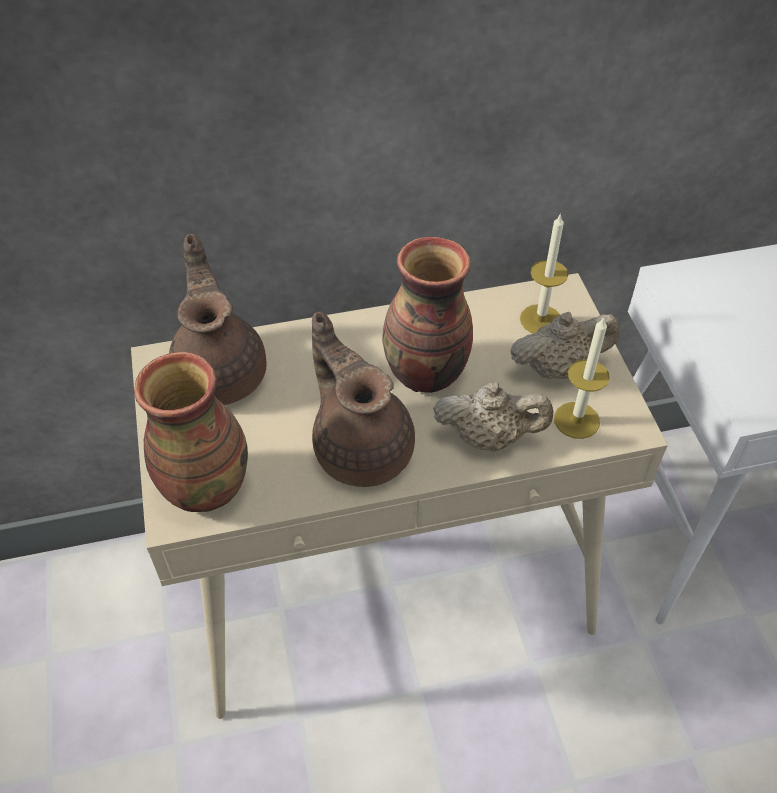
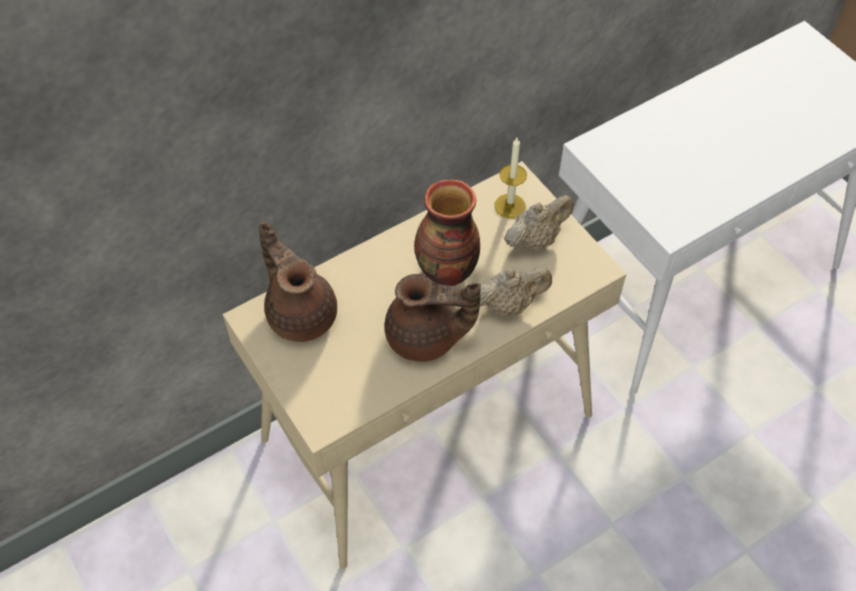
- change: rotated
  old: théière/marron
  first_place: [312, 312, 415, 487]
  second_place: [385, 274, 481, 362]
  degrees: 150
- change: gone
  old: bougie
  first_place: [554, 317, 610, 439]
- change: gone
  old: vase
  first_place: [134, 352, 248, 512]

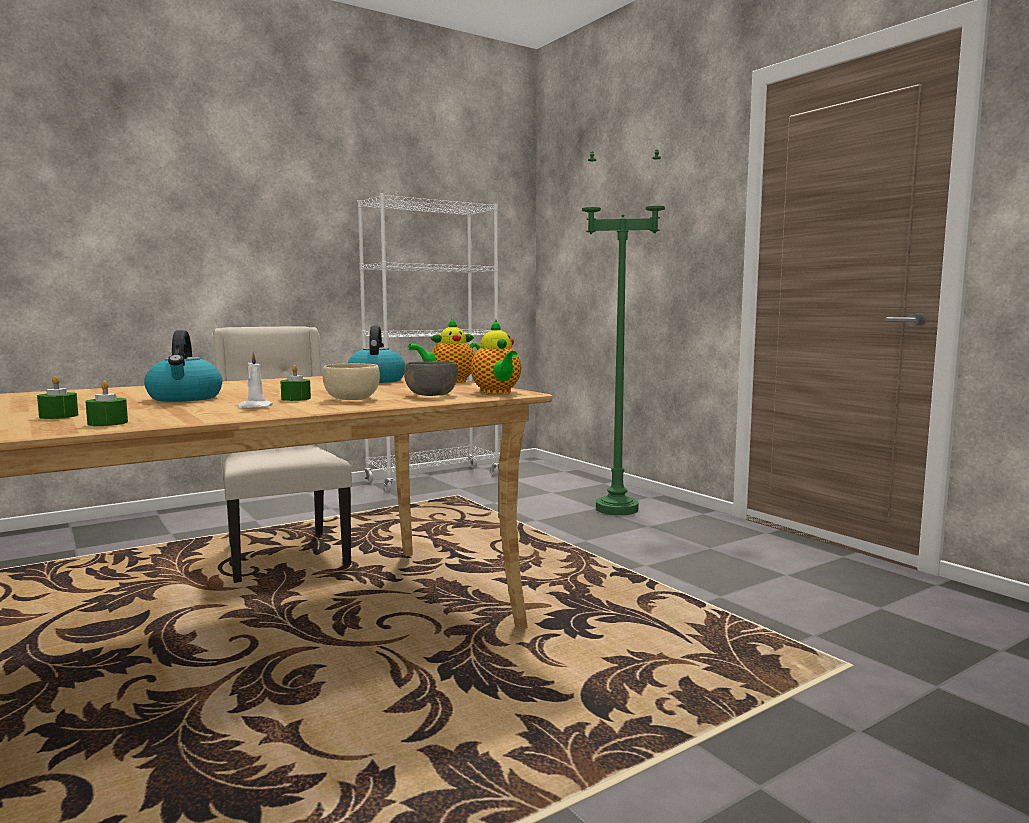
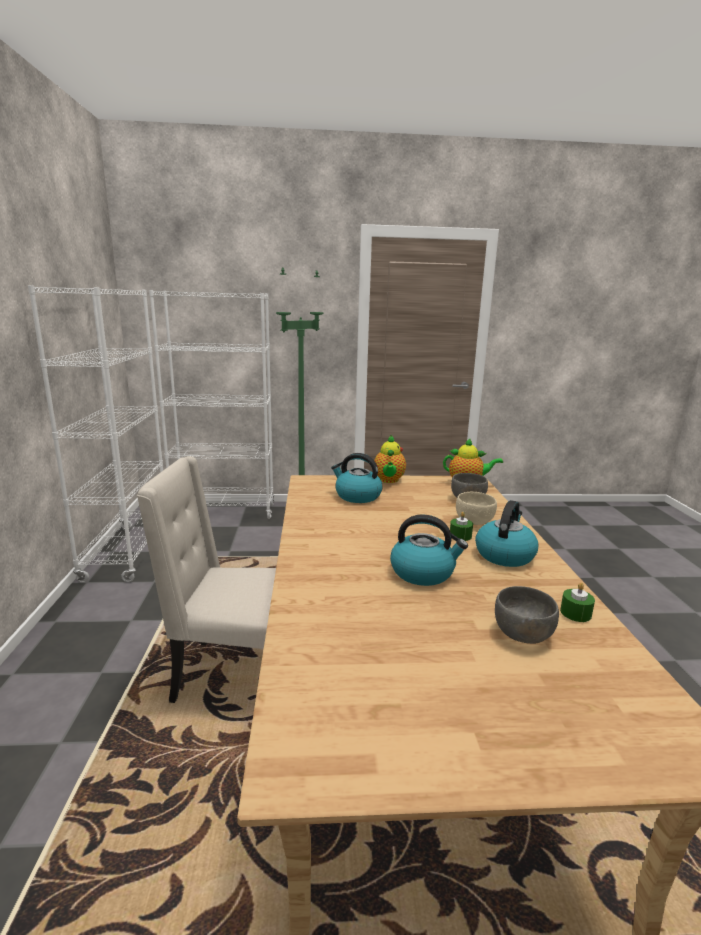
- change: swapped
  old: bougie/blanc
  new: bouilloire
  first_place: [237, 352, 273, 408]
  second_place: [475, 500, 539, 567]
- change: swapped
  old: bougie/vert
  new: bol/gris
  first_place: [37, 376, 78, 419]
  second_place: [495, 586, 559, 644]
- change: new
  new: bibliothèque/blanc
  second_place: [149, 290, 274, 519]

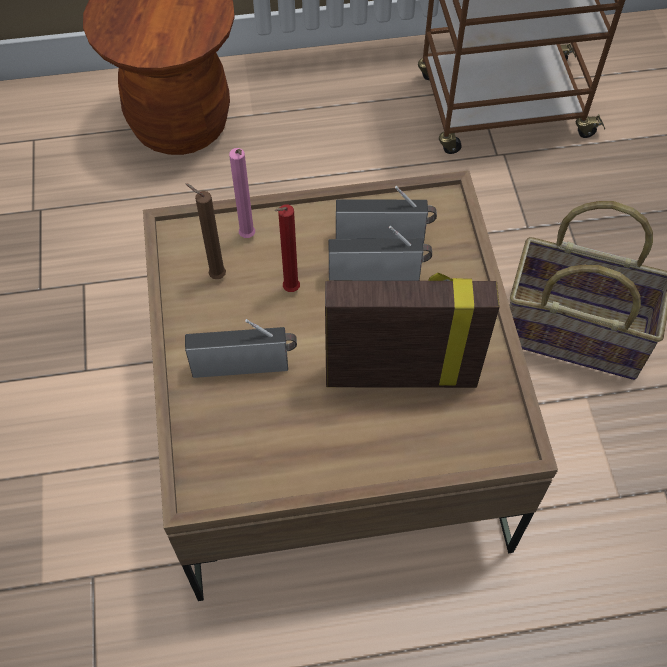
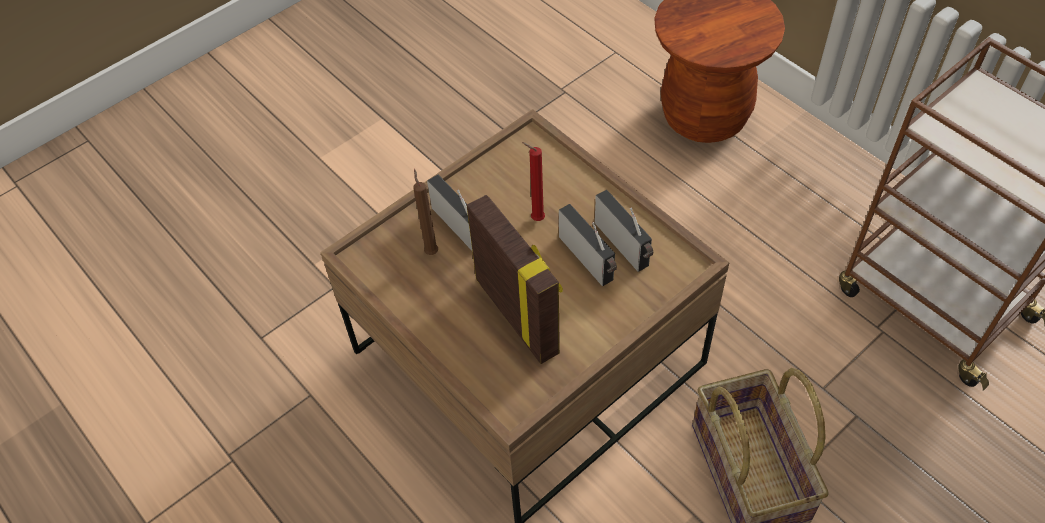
- change: gone
  old: bougie/rose
  first_place: [229, 148, 255, 238]
- change: shifted
  old: bougie/marron
  first_place: [185, 183, 226, 279]
  second_place: [413, 169, 438, 255]

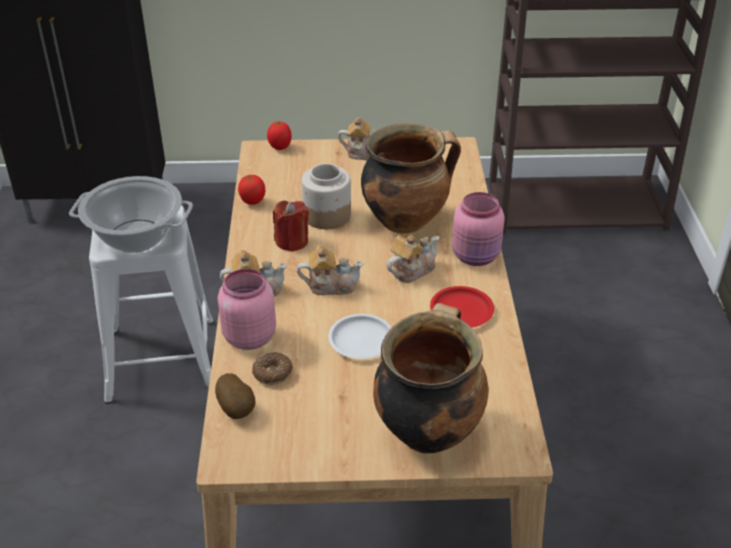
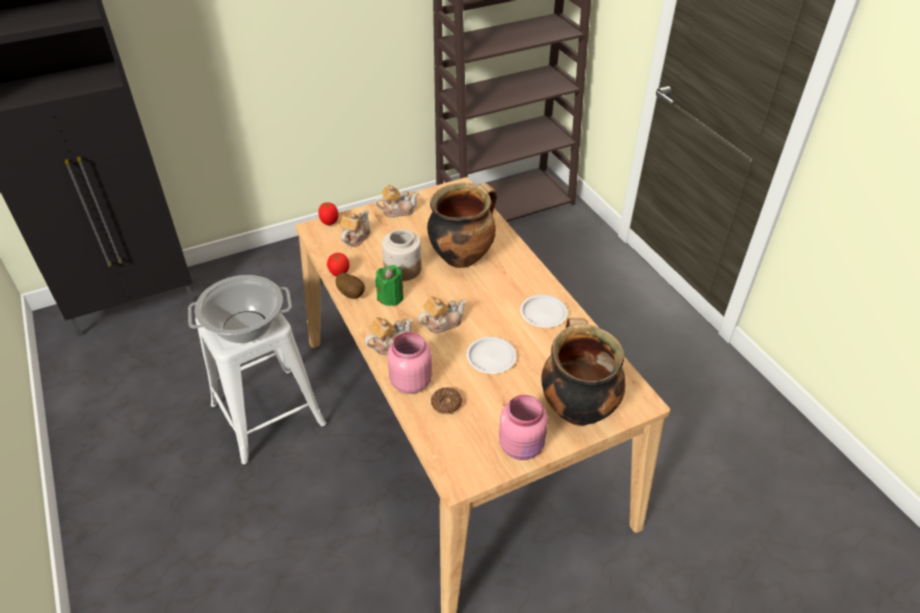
- change: shifted
  old: bocal/rose
  first_place: [452, 192, 505, 266]
  second_place: [499, 395, 548, 460]
- change: repainted
  old: bougie/rouge
  new: bougie/vert
  first_place: [273, 201, 309, 252]
  second_place: [375, 265, 404, 306]
- change: shifted
  old: théière
  first_place: [387, 235, 439, 283]
  second_place: [340, 210, 371, 247]
- change: repainted
  old: assiette/rouge
  new: assiette/blanc
  first_place: [430, 286, 494, 328]
  second_place: [520, 295, 568, 328]
- change: shifted
  old: pomme de terre
  first_place: [215, 373, 256, 419]
  second_place: [336, 273, 365, 299]

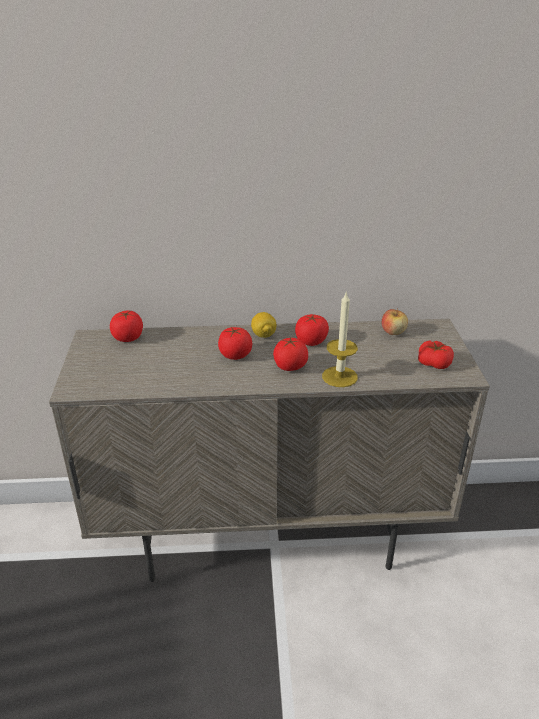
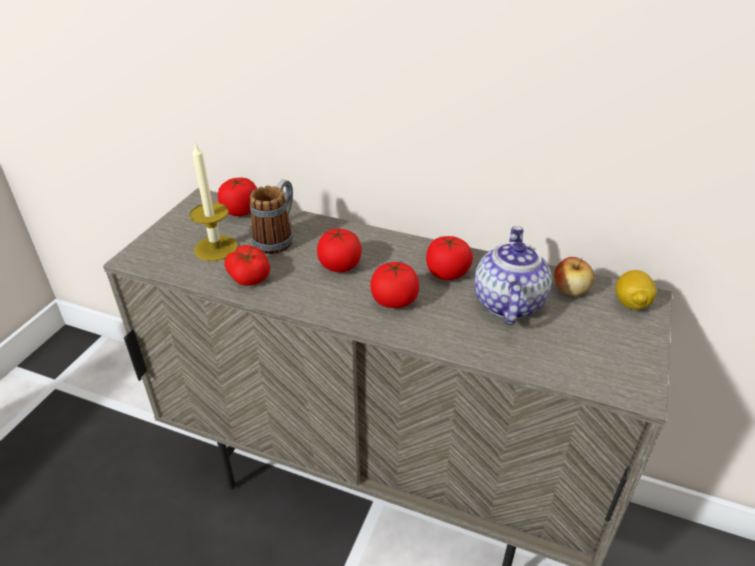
- change: shifted
  old: bougie
  first_place: [322, 291, 358, 387]
  second_place: [190, 142, 238, 261]
- change: shifted
  old: citron
  first_place: [251, 312, 277, 338]
  second_place: [616, 270, 656, 310]
- change: shifted
  old: tomate
  first_place: [418, 340, 454, 369]
  second_place: [225, 245, 270, 286]
- change: new
  new: mug
  second_place: [250, 179, 293, 254]
- change: new
  new: théière
  second_place: [474, 226, 552, 325]

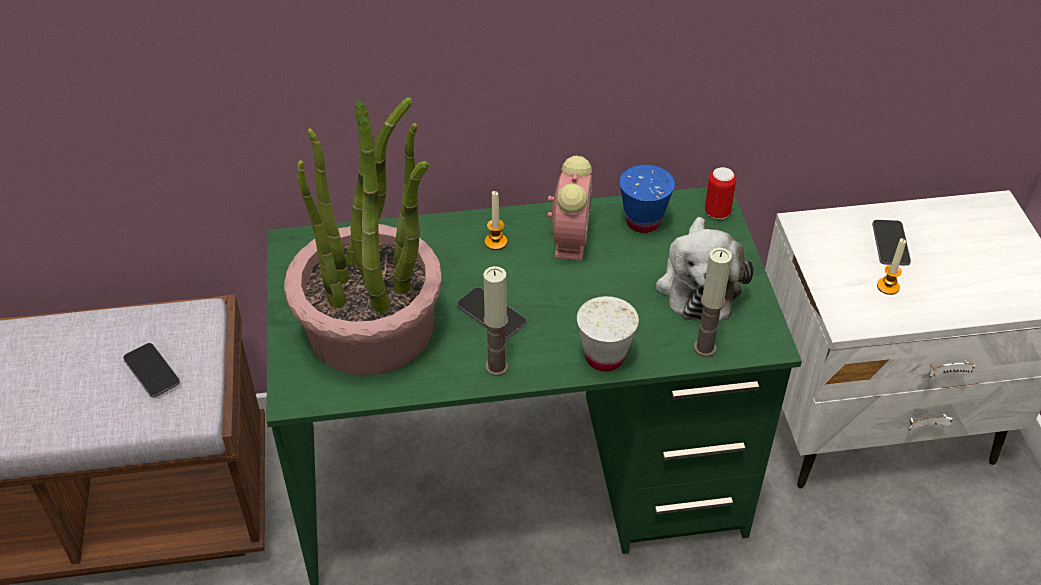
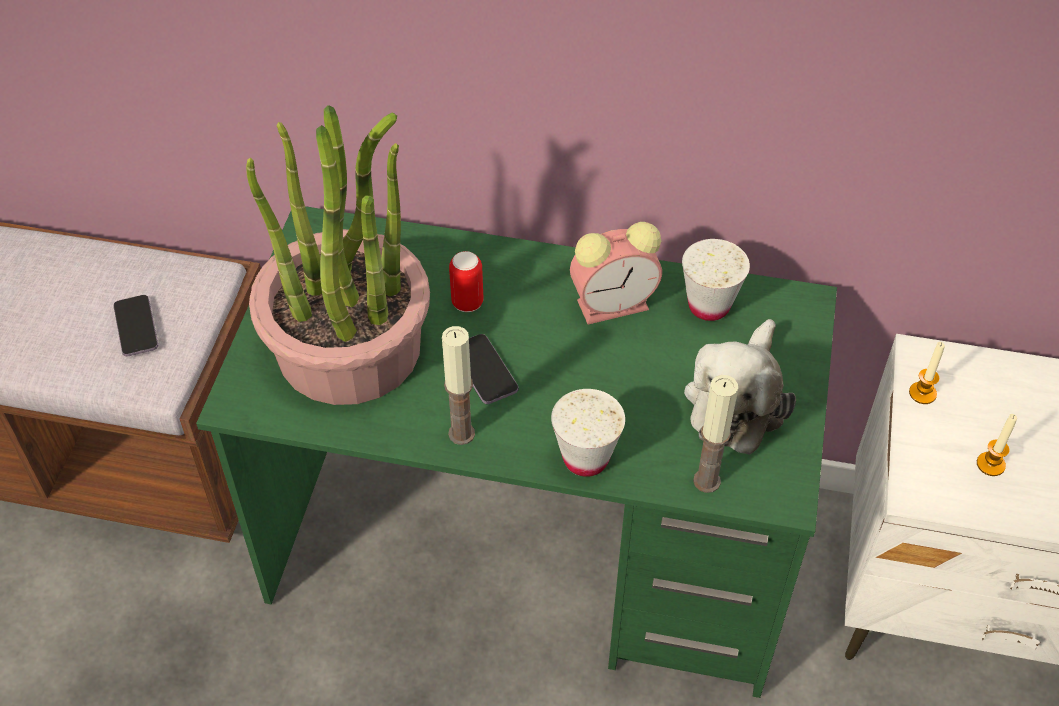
- change: rotated
  old: réveil
  first_place: [548, 156, 592, 261]
  second_place: [570, 222, 662, 325]
  degrees: 45
- change: repainted
  old: tasse/bleu
  new: tasse/blanc
  first_place: [619, 165, 675, 233]
  second_place: [682, 239, 750, 321]
- change: shifted
  old: boîte métallique
  first_place: [705, 167, 736, 219]
  second_place: [449, 251, 484, 312]
- change: shifted
  old: bougie
  first_place: [484, 191, 507, 250]
  second_place: [909, 342, 945, 404]
- change: gone
  old: téléphone
  first_place: [872, 220, 911, 265]

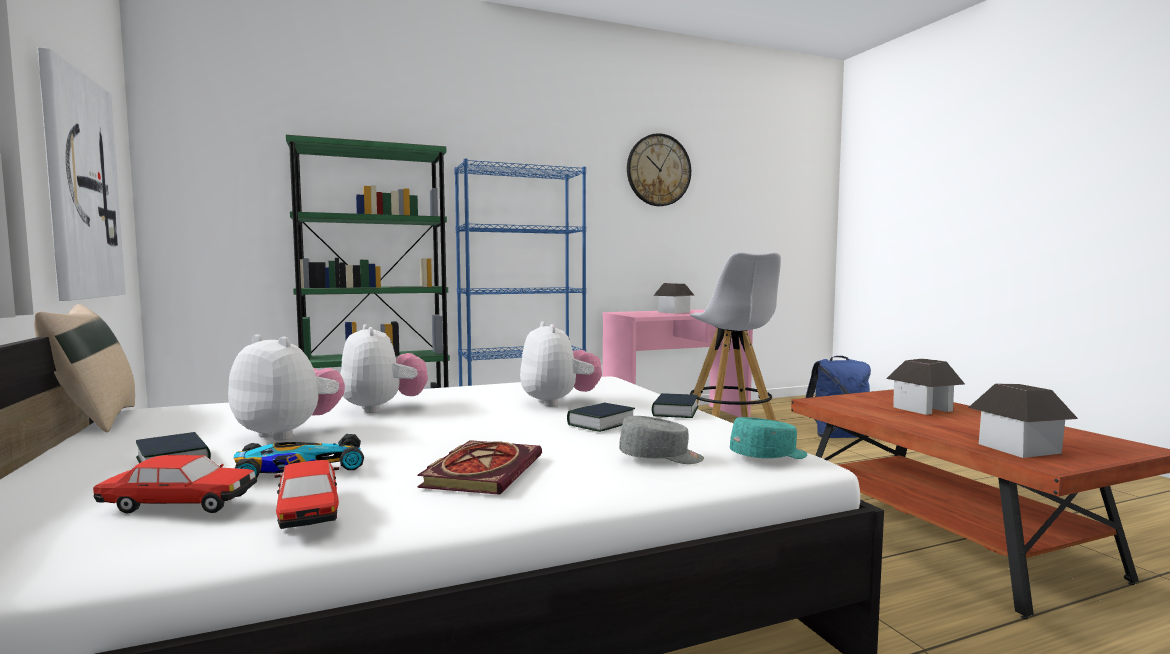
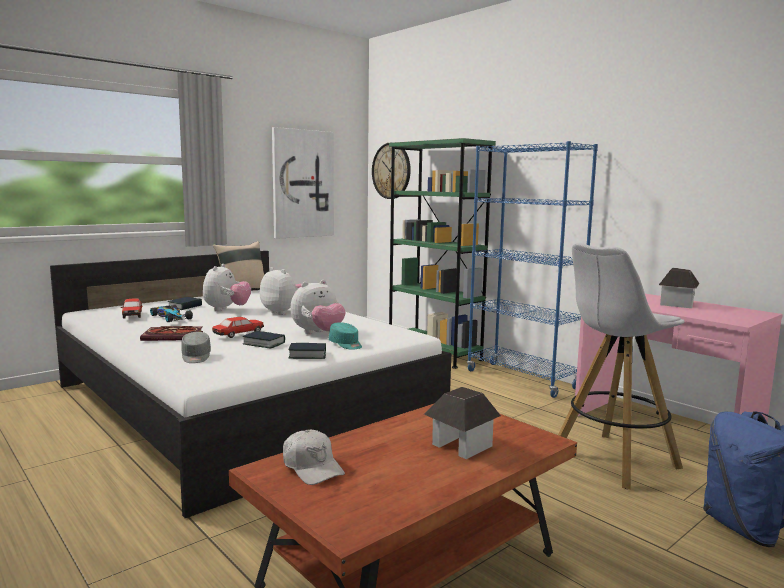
- change: shifted
  old: horloge murale
  first_place: [627, 133, 691, 206]
  second_place: [372, 143, 411, 199]
- change: rotated
  old: peluche
  first_place: [340, 324, 428, 413]
  second_place: [260, 267, 302, 315]
  degrees: -90
- change: swapped
  old: maison miniature
  new: casquette/blanc
  first_place: [968, 383, 1078, 458]
  second_place: [283, 430, 345, 485]
- change: shifted
  old: casquette/turquoise
  first_place: [730, 417, 807, 459]
  second_place: [329, 322, 362, 350]
- change: shifted
  old: petite voiture
  first_place: [275, 460, 339, 529]
  second_place: [212, 317, 264, 338]

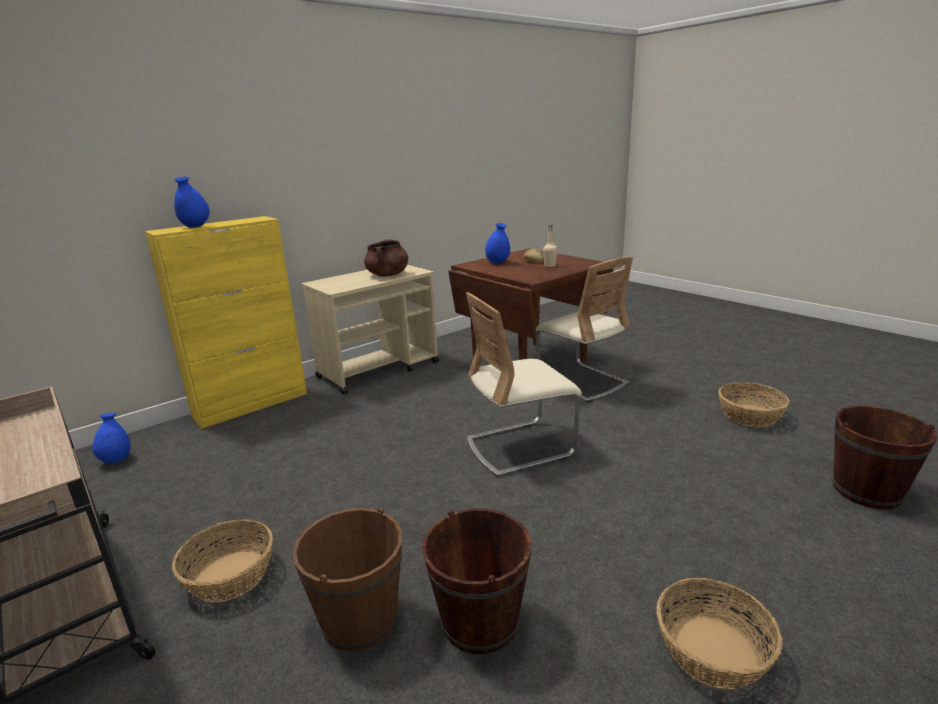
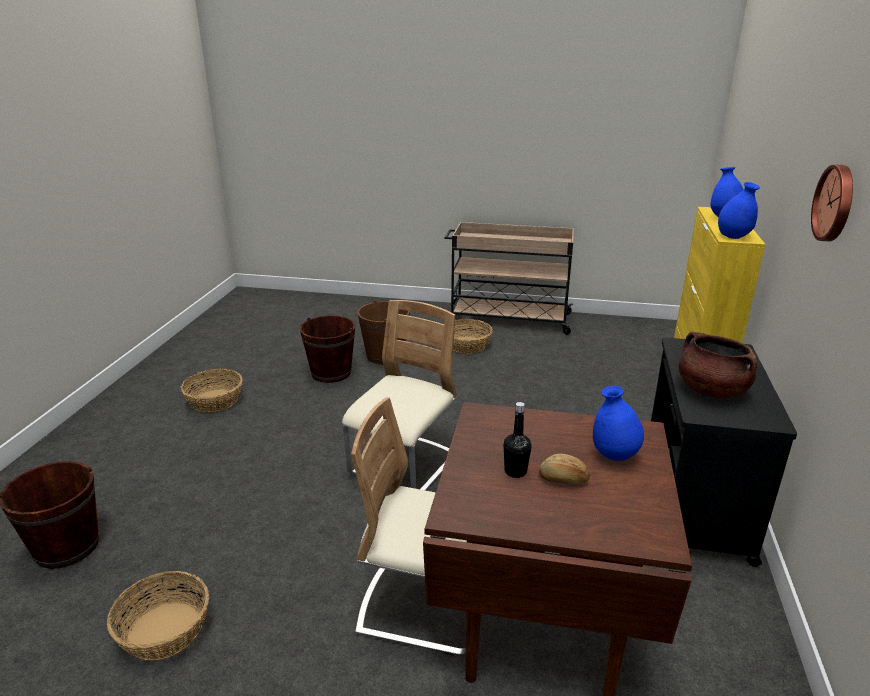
- change: repainted
  old: bouteille/beige
  new: bouteille/noir
  first_place: [543, 224, 557, 267]
  second_place: [504, 402, 532, 478]
- change: repainted
  old: chariot/beige
  new: chariot/noir
  first_place: [301, 264, 439, 395]
  second_place: [651, 337, 797, 567]
- change: shifted
  old: vase/bleu
  first_place: [92, 413, 131, 464]
  second_place: [718, 182, 760, 239]
- change: new
  new: horloge murale
  second_place: [811, 165, 853, 241]

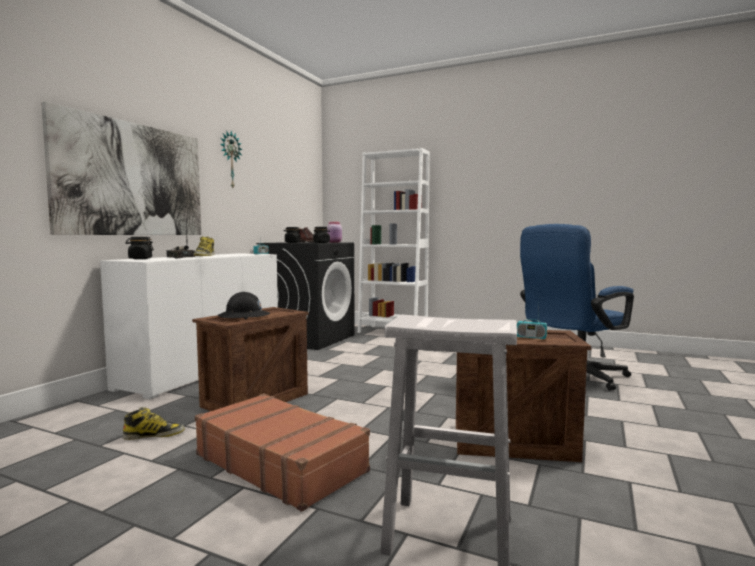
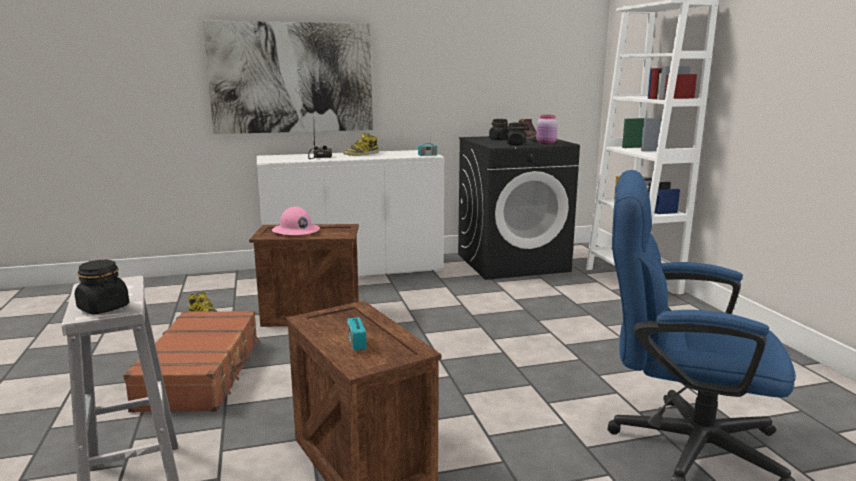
- change: gone
  old: horloge murale
  first_place: [220, 130, 242, 188]
- change: shifted
  old: bocal/noir
  first_place: [126, 237, 154, 259]
  second_place: [75, 260, 129, 314]
- change: repainted
  old: casque de chantier/noir
  new: casque de chantier/rose
  first_place: [218, 292, 270, 319]
  second_place: [272, 207, 320, 235]

